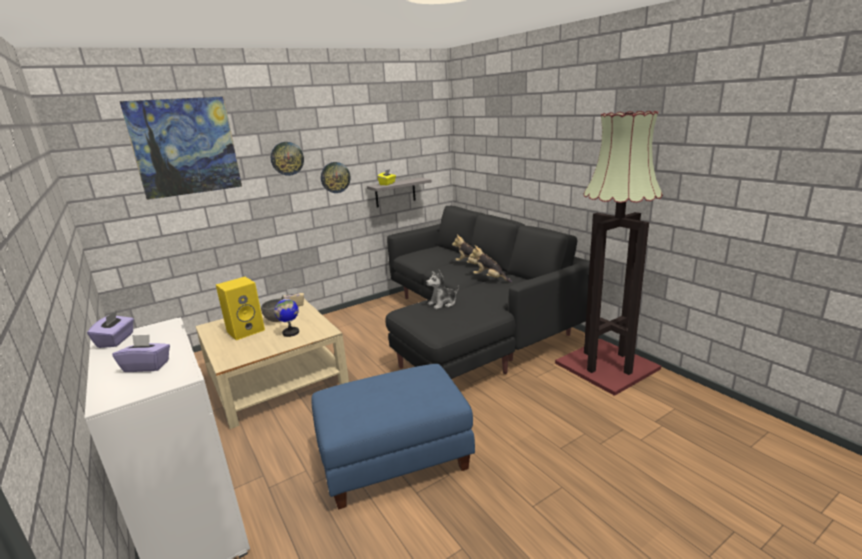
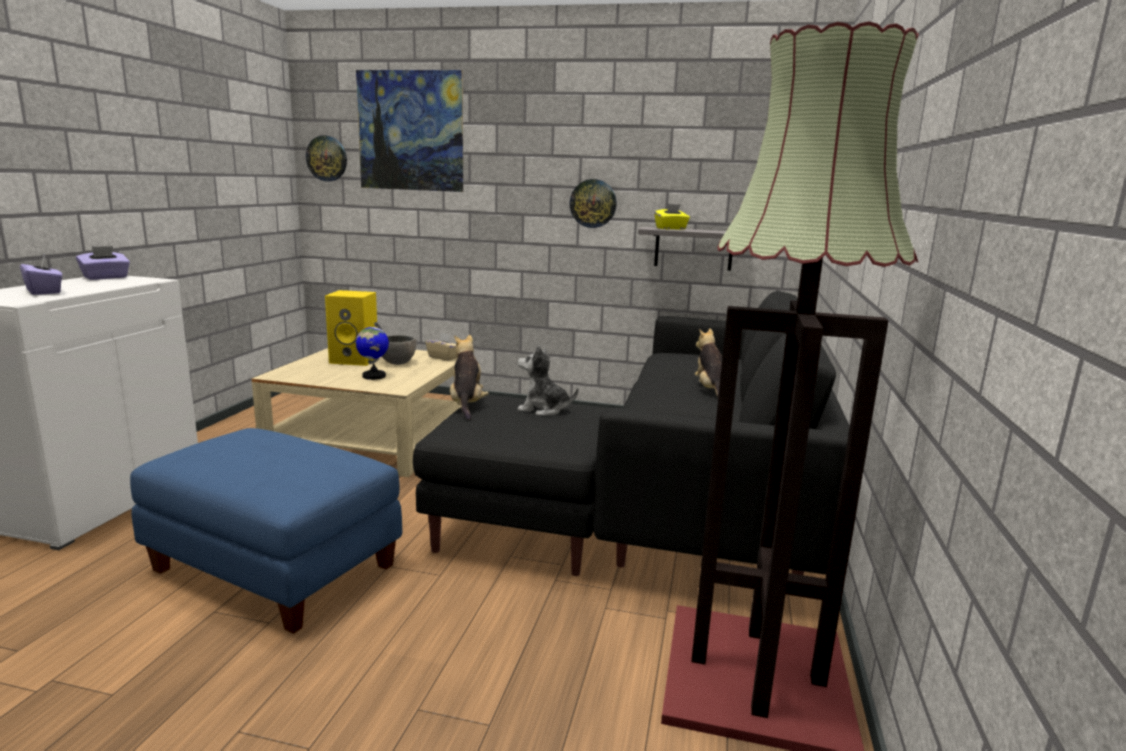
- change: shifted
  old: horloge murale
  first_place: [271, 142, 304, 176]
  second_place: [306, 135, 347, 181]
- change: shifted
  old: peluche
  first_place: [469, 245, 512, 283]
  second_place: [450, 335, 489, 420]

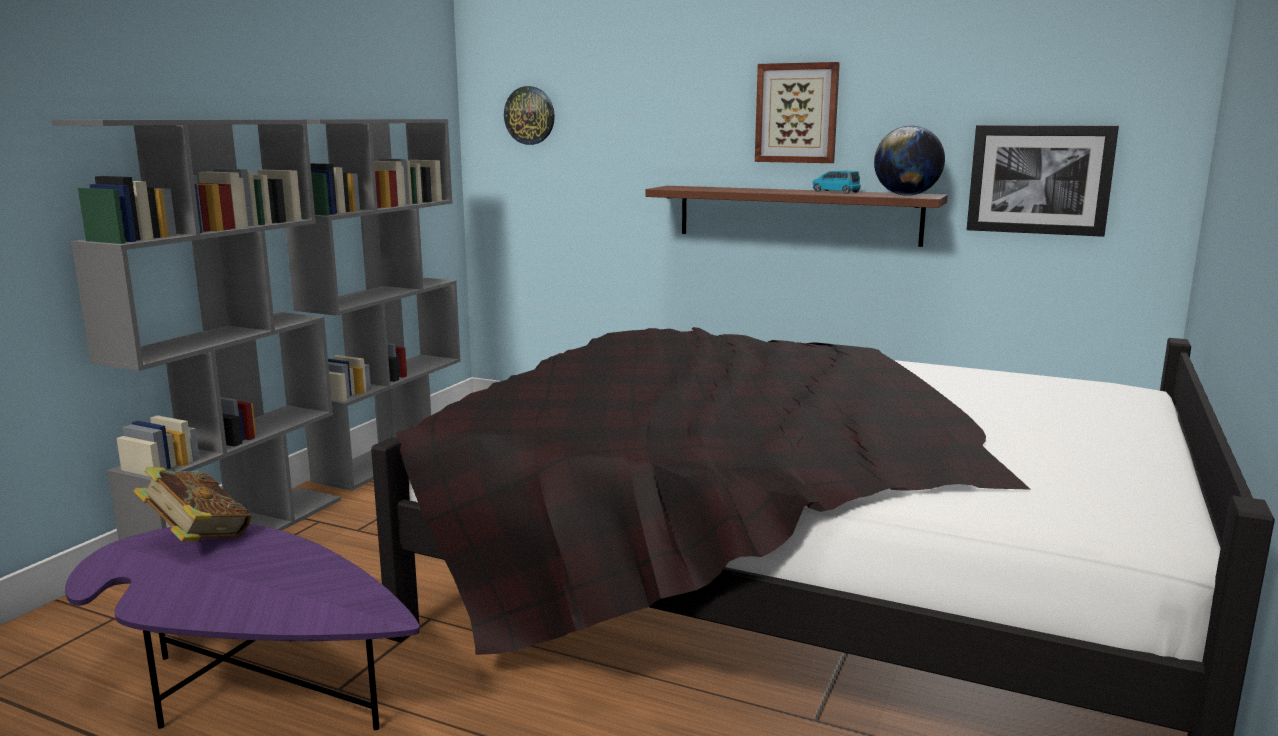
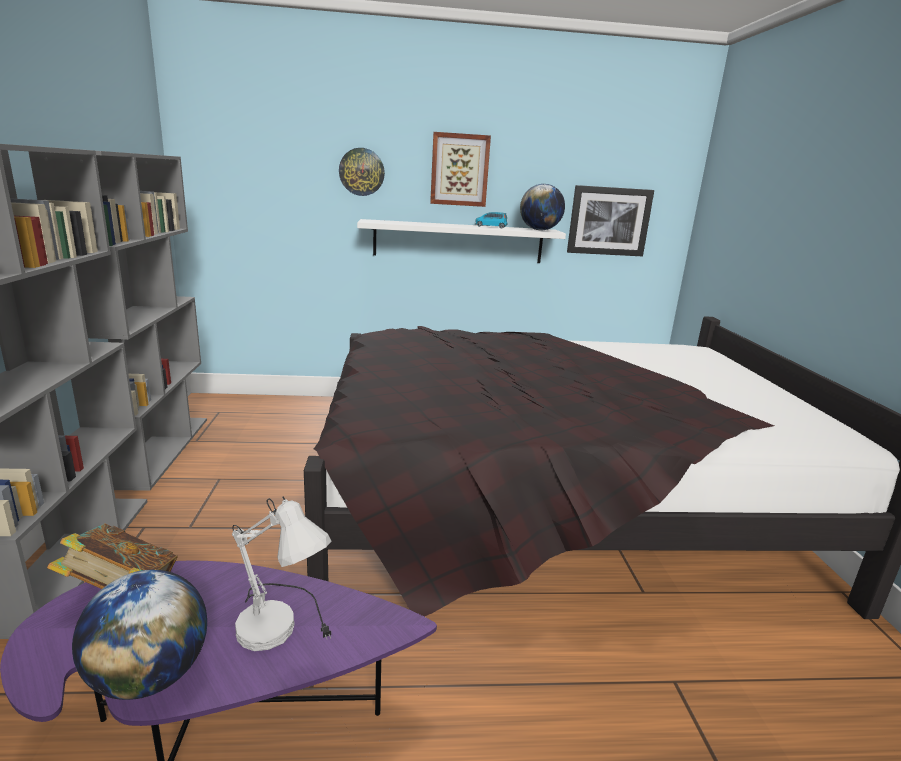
- change: shifted
  old: horloge murale
  first_place: [504, 86, 555, 145]
  second_place: [339, 148, 385, 196]
- change: repainted
  old: étagère/marron
  new: étagère/blanc
  first_place: [646, 186, 948, 247]
  second_place: [357, 219, 566, 263]
- change: new
  new: lampe de table/blanc
  second_place: [232, 496, 332, 651]
- change: new
  new: globe
  second_place: [72, 570, 207, 700]

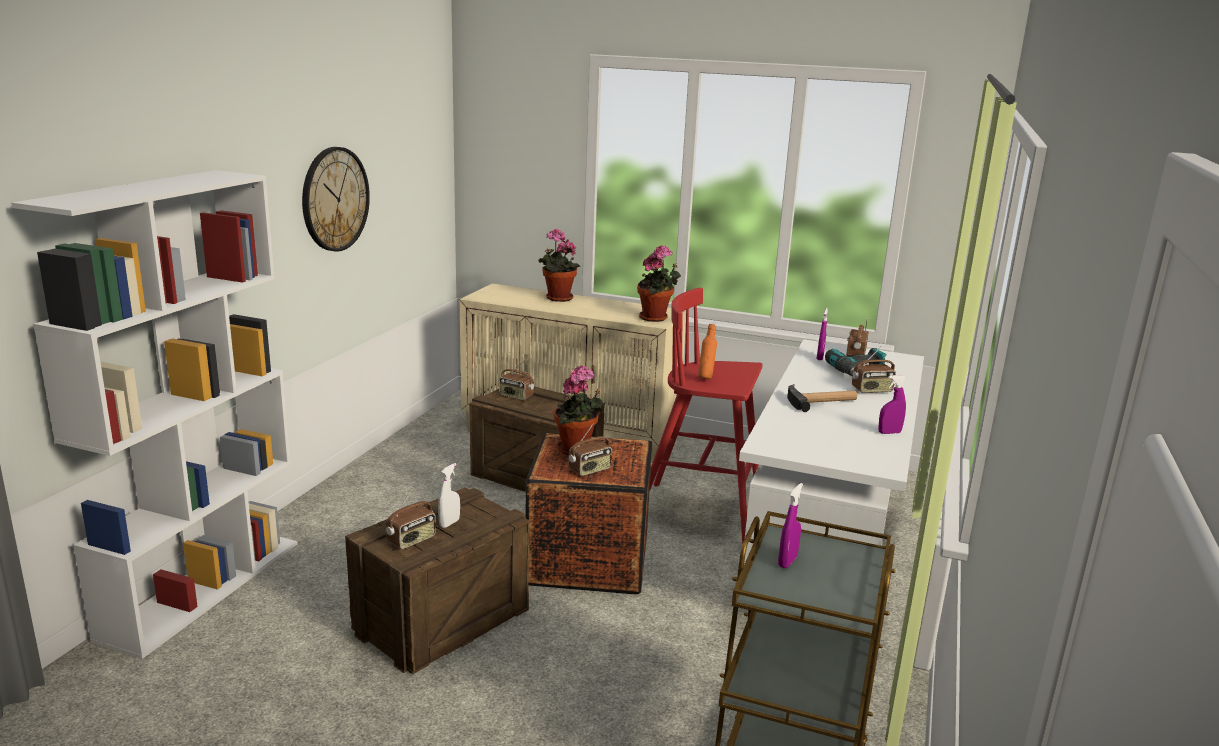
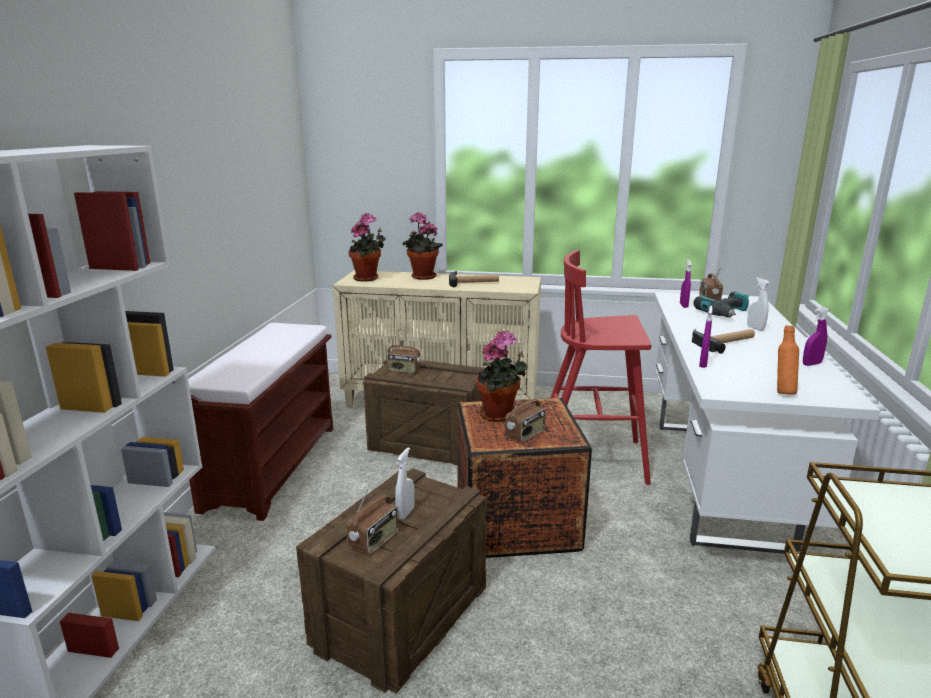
- change: gone
  old: horloge murale
  first_place: [302, 147, 370, 251]
- change: shifted
  old: plante en pot
  first_place: [637, 245, 681, 322]
  second_place: [349, 213, 386, 282]
- change: shifted
  old: bouteille/orange
  first_place: [698, 324, 717, 379]
  second_place: [777, 325, 799, 395]
- change: swapped
  old: radio
  new: vaporisateur/blanc
  first_place: [852, 346, 896, 393]
  second_place: [747, 278, 769, 331]
- change: shifted
  old: vaporisateur/violet
  first_place: [778, 483, 803, 568]
  second_place: [699, 306, 713, 368]
- change: new
  new: marteau
  second_place: [449, 271, 499, 287]
- change: new
  new: banc/marron
  second_place: [188, 323, 333, 521]

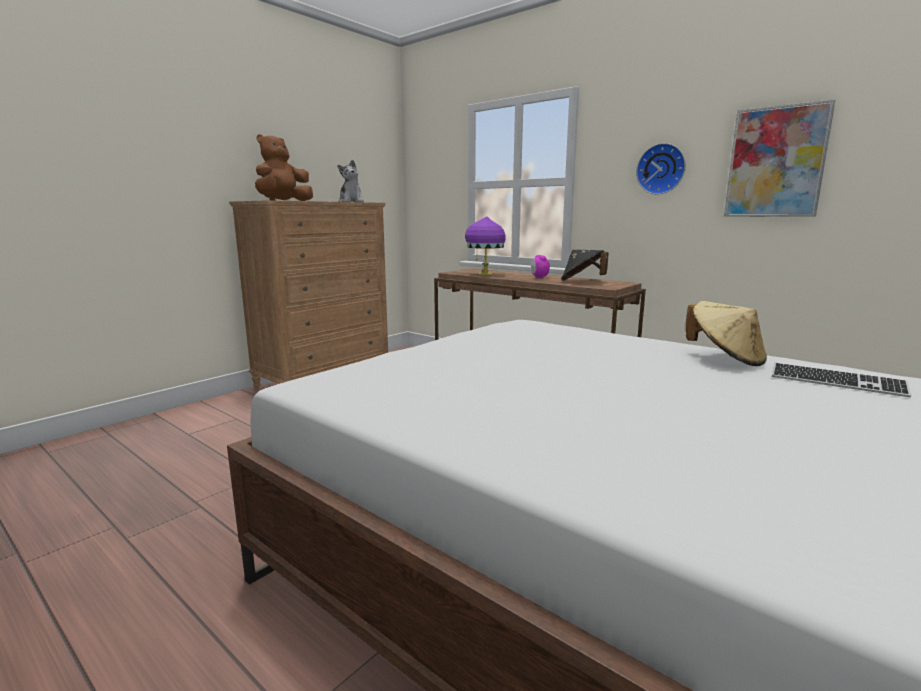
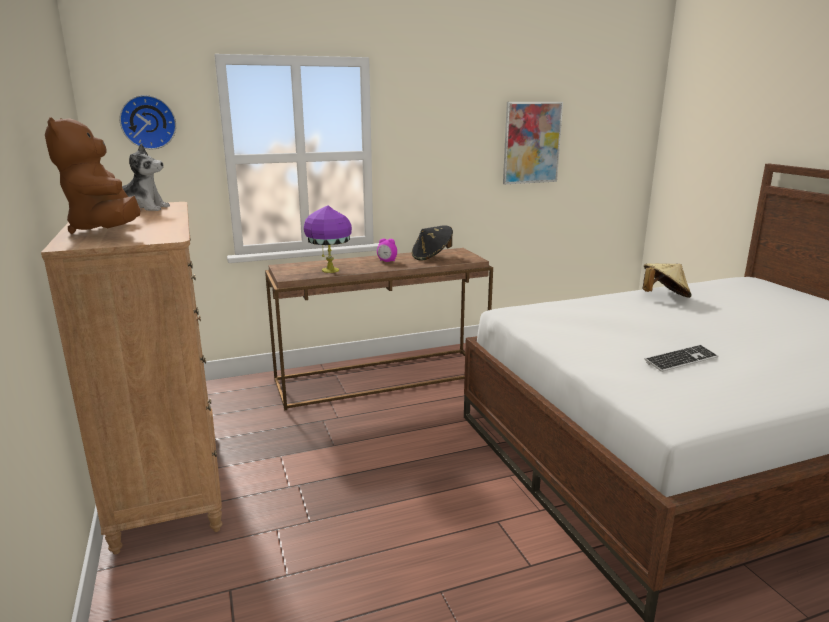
- change: shifted
  old: horloge murale
  first_place: [636, 143, 686, 195]
  second_place: [120, 95, 176, 149]
- change: shifted
  old: clavier
  first_place: [772, 363, 911, 397]
  second_place: [644, 345, 718, 372]

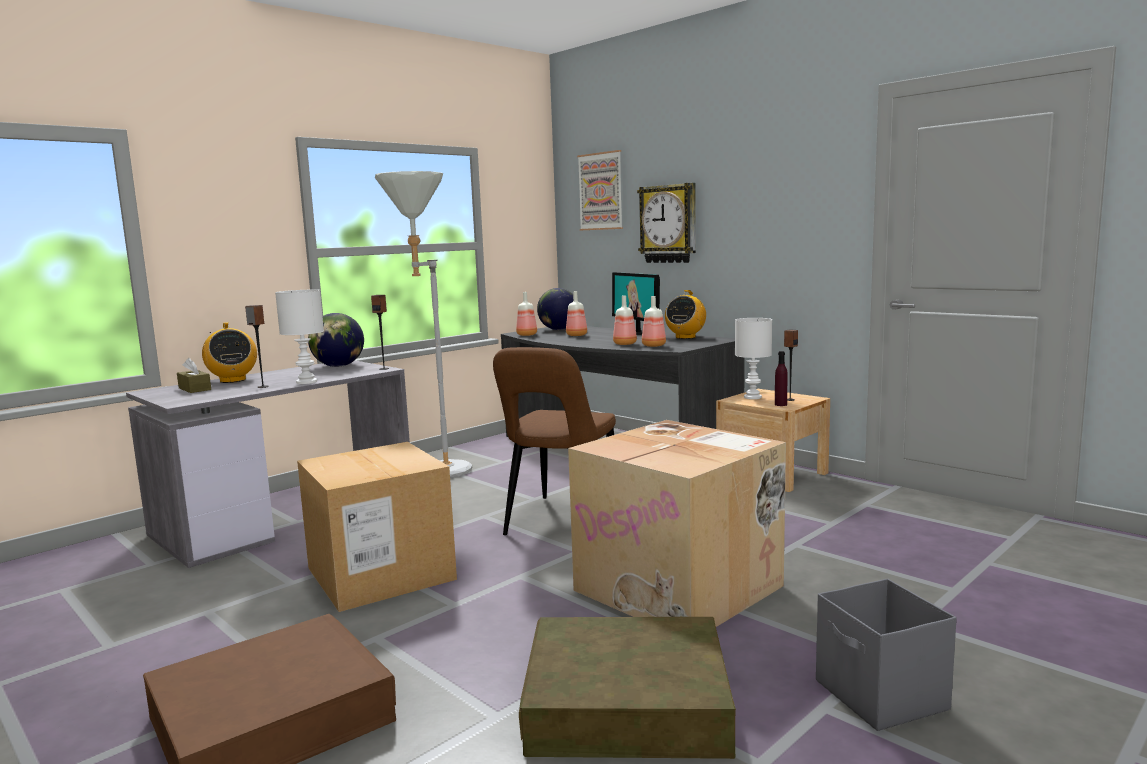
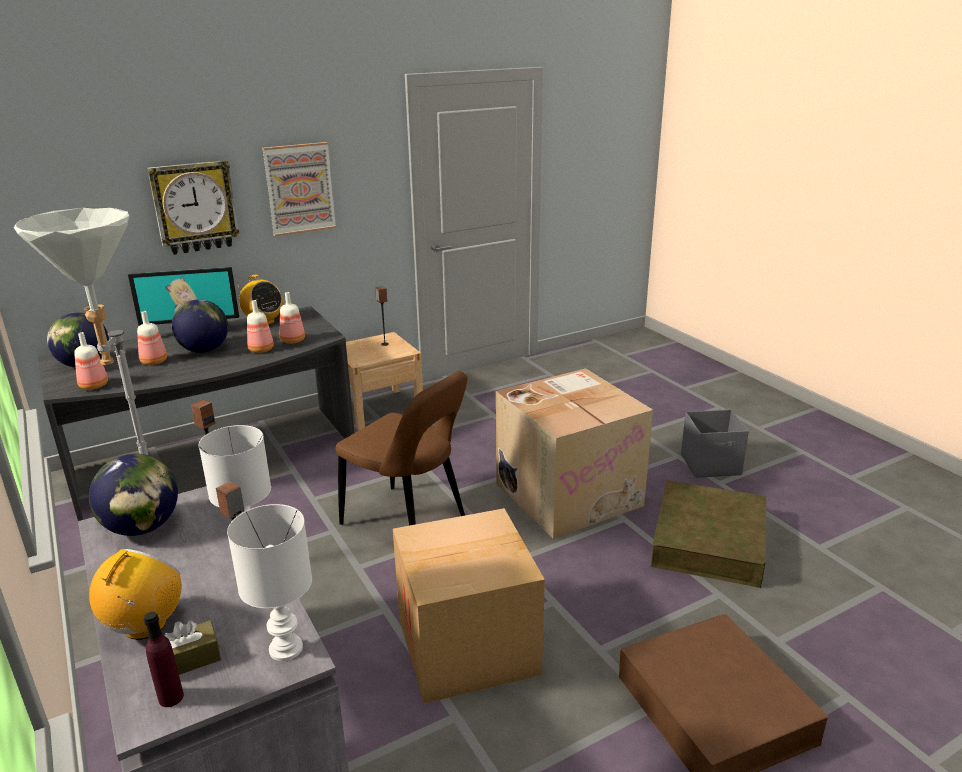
- change: shifted
  old: tableau
  first_place: [577, 150, 623, 230]
  second_place: [262, 142, 336, 236]
- change: shifted
  old: lampe de table/blanc
  first_place: [735, 318, 772, 399]
  second_place: [227, 504, 312, 661]
- change: rotated
  old: radio
  first_place: [202, 322, 257, 383]
  second_place: [89, 549, 182, 640]
  degrees: -60
- change: shifted
  old: bouteille/violet
  first_place: [775, 351, 787, 406]
  second_place: [144, 612, 184, 707]
- change: new
  new: globe
  second_place: [172, 299, 228, 353]

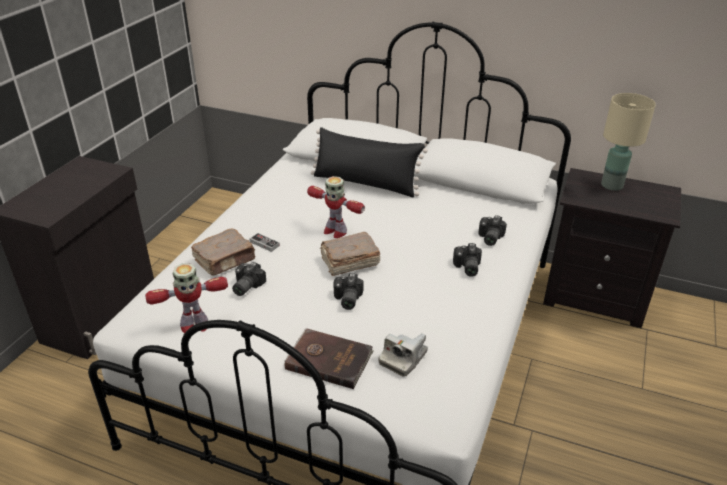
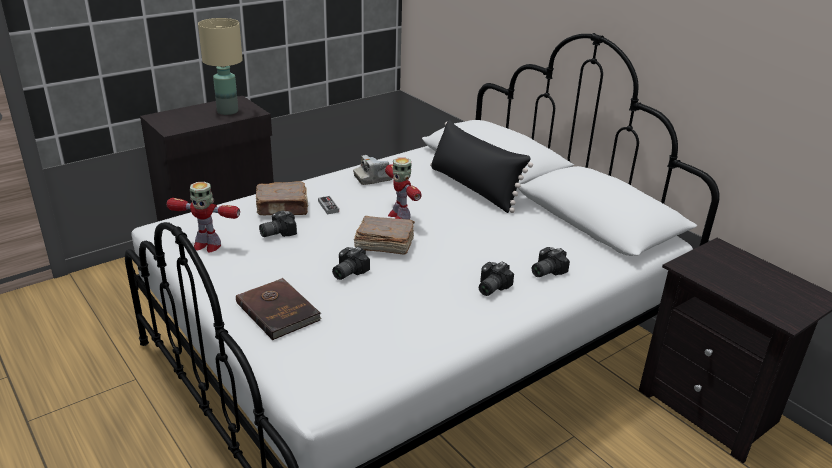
- change: shifted
  old: lampe de table/beige
  first_place: [601, 93, 656, 191]
  second_place: [198, 18, 243, 115]
- change: shifted
  old: appareil photo
  first_place: [378, 333, 428, 377]
  second_place: [353, 155, 393, 185]

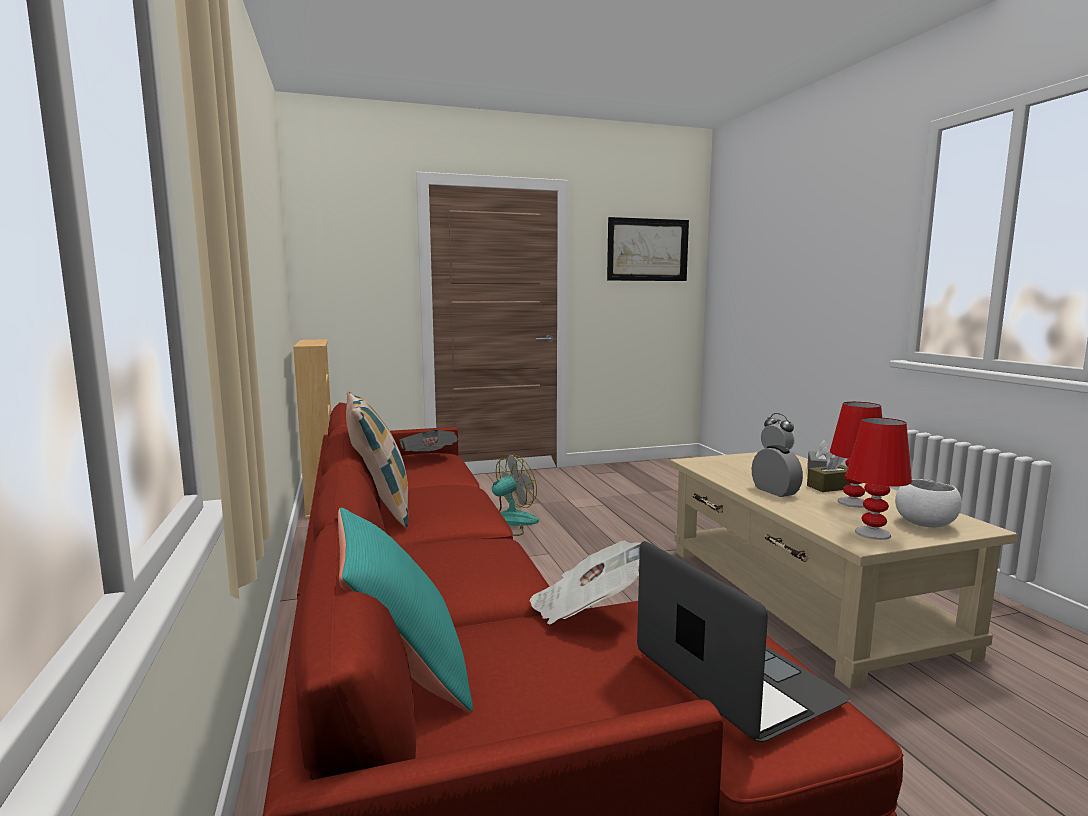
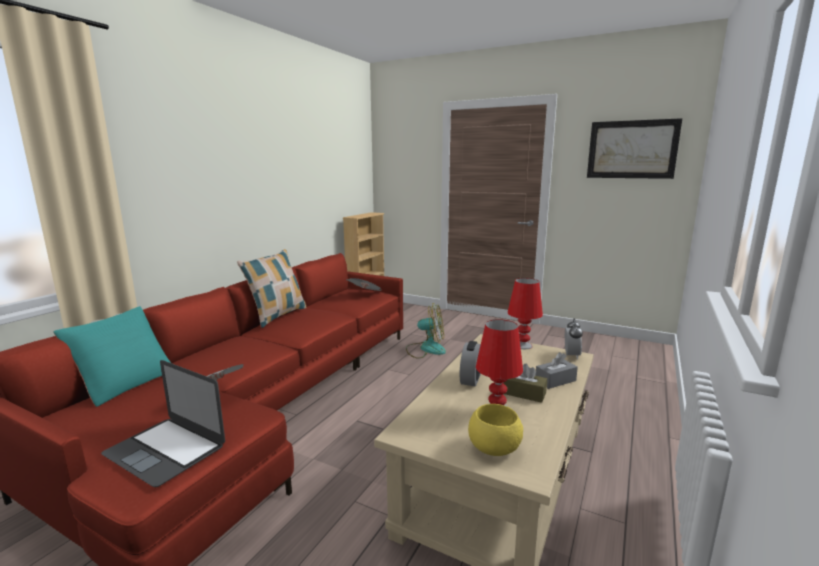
- change: shifted
  old: lampe de table/rouge
  first_place: [846, 417, 912, 540]
  second_place: [508, 278, 543, 349]
- change: repainted
  old: bol/blanc
  new: bol/jaune
  first_place: [895, 479, 961, 527]
  second_place: [468, 404, 523, 456]
- change: rotated
  old: ordinateur portable
  first_place: [637, 541, 849, 742]
  second_place: [101, 360, 225, 487]
  degrees: 105

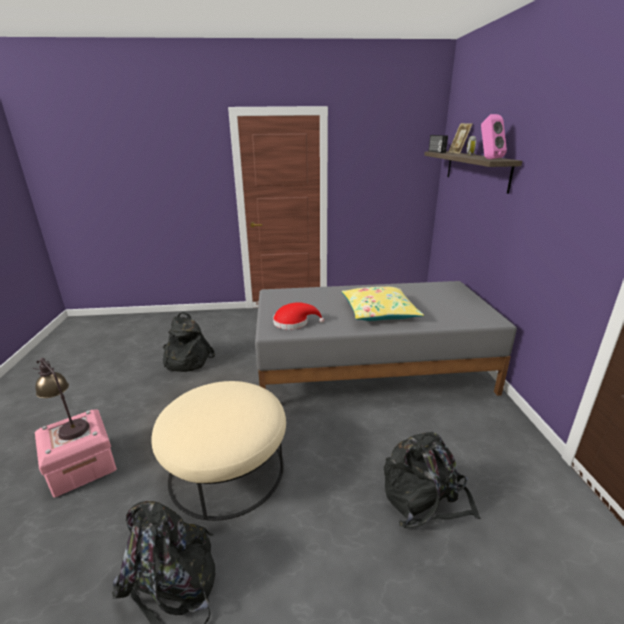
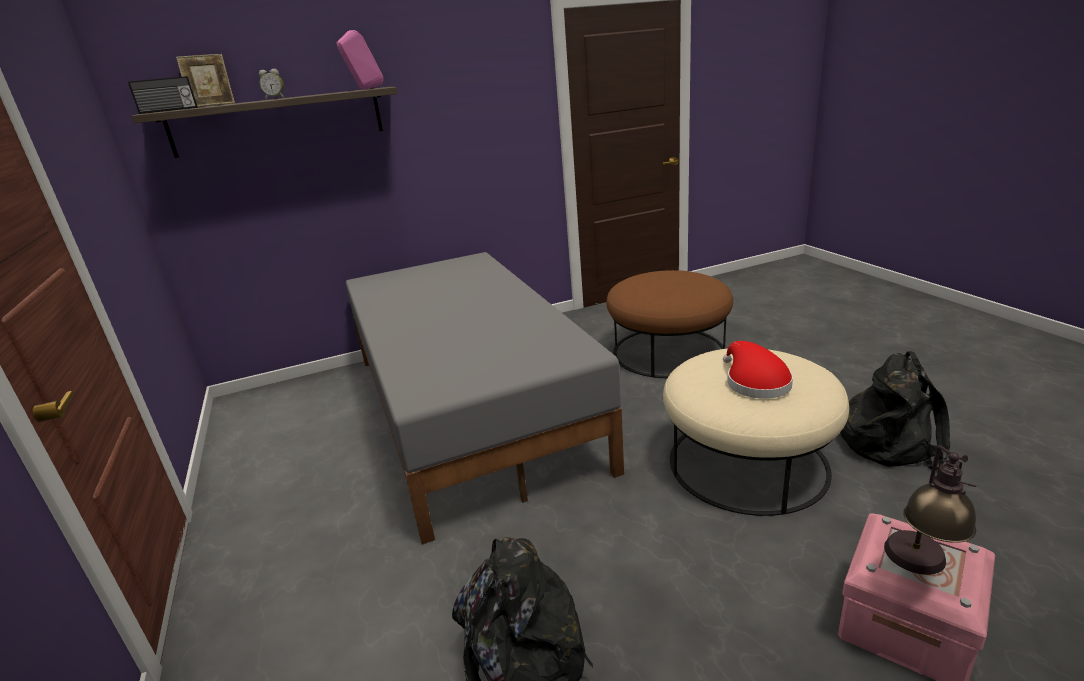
- change: gone
  old: coussin/jaune
  first_place: [342, 287, 424, 321]
- change: shifted
  old: chapeau/rouge
  first_place: [273, 302, 324, 330]
  second_place: [723, 341, 793, 399]
- change: swapped
  old: sac à dos/noir
  new: pouf/marron
  first_place: [384, 432, 481, 528]
  second_place: [606, 270, 733, 378]

